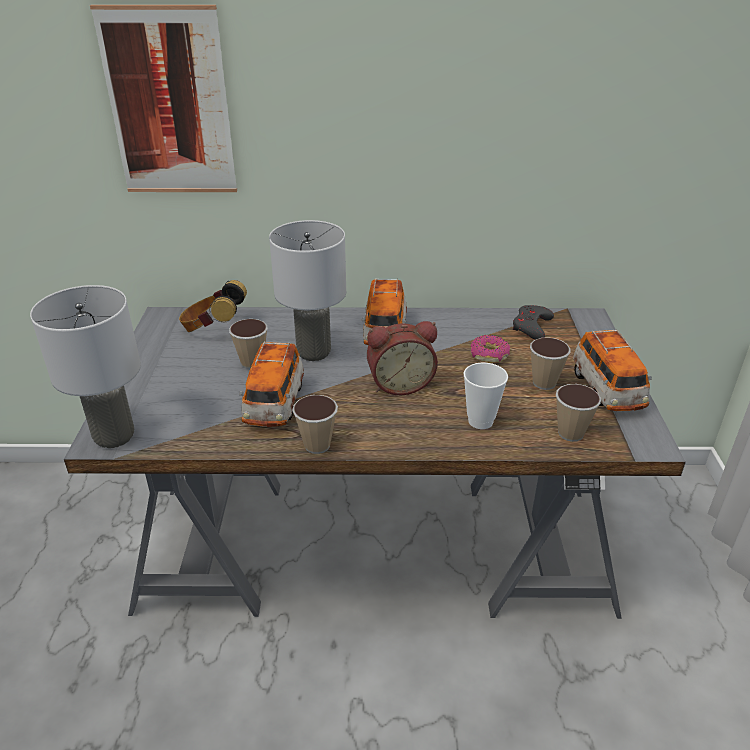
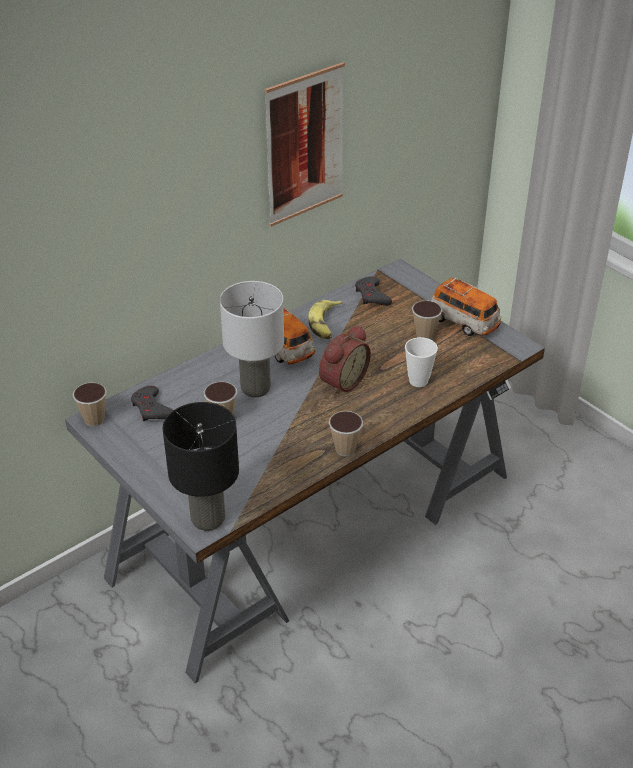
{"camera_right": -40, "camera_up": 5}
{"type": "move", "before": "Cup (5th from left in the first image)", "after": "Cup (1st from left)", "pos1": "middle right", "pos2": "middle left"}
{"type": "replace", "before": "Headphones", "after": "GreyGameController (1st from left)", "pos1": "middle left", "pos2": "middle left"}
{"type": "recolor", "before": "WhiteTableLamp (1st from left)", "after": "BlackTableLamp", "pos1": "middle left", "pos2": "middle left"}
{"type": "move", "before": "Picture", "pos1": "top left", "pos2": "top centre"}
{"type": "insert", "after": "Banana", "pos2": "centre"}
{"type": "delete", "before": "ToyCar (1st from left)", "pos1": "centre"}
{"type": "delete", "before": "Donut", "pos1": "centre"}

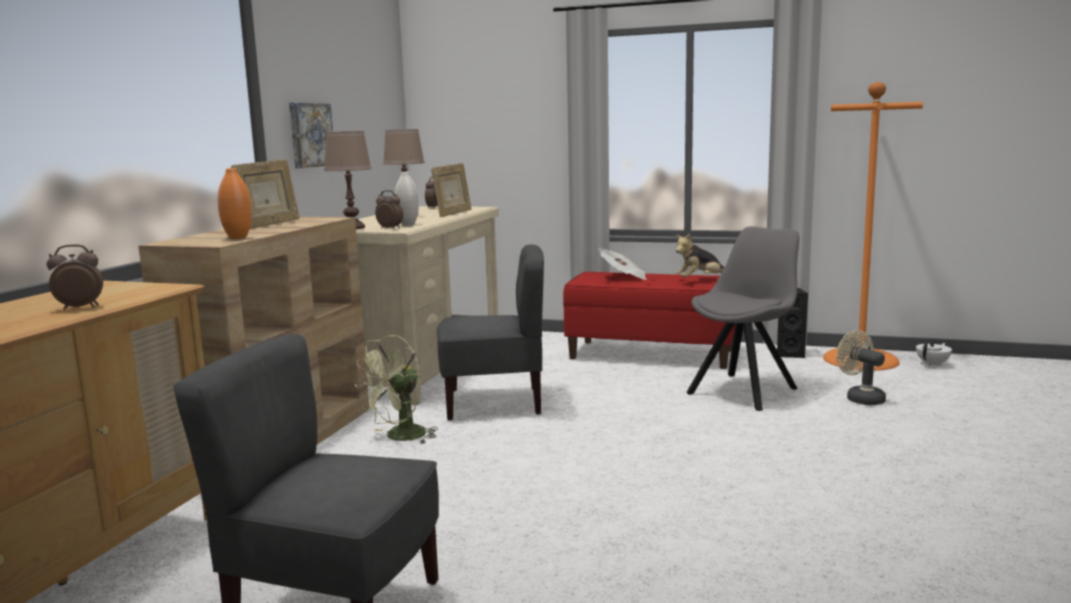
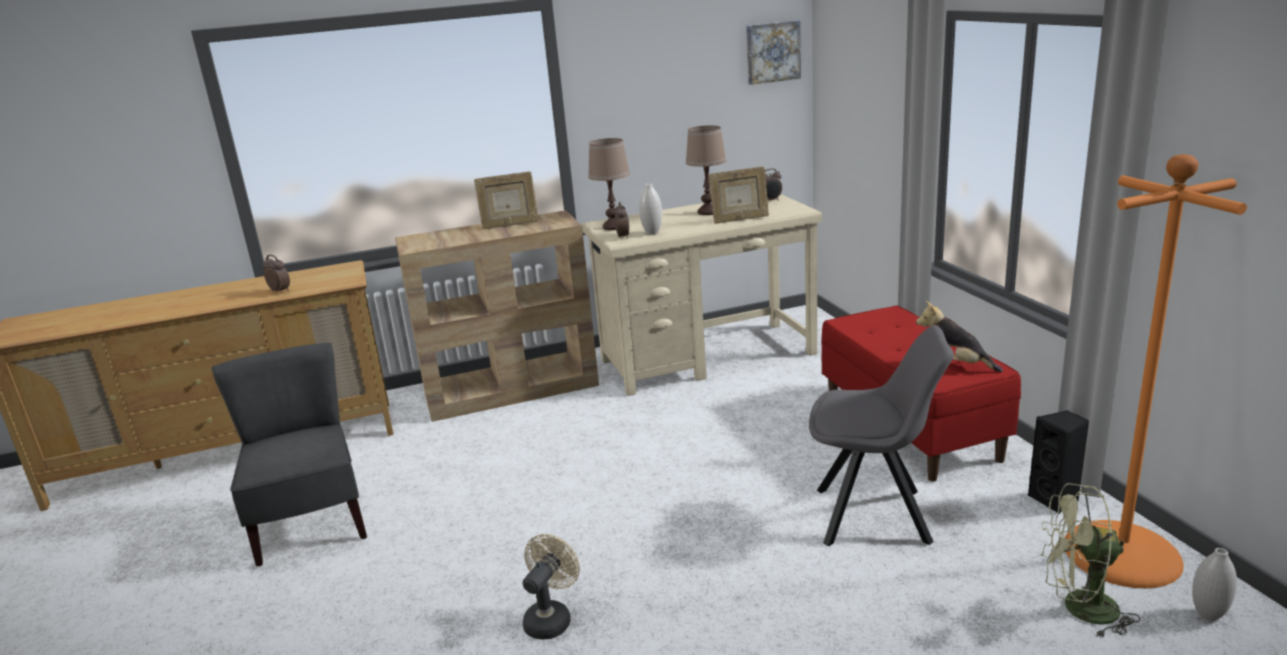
{"camera_right": 55, "camera_up": 10}
{"type": "move", "before": "BeigeFan", "pos1": "middle right", "pos2": "bottom centre"}
{"type": "move", "before": "Picture", "pos1": "top left", "pos2": "top centre"}
{"type": "move", "before": "GreenFan", "pos1": "centre", "pos2": "bottom right"}
{"type": "replace", "before": "WhiteTeapot", "after": "WhiteVase (2nd from left)", "pos1": "middle right", "pos2": "bottom right"}
{"type": "delete", "before": "OrangeVase", "pos1": "middle left"}
{"type": "delete", "before": "GreyChair (2nd from left)", "pos1": "centre"}
{"type": "delete", "before": "Newspaper", "pos1": "centre"}

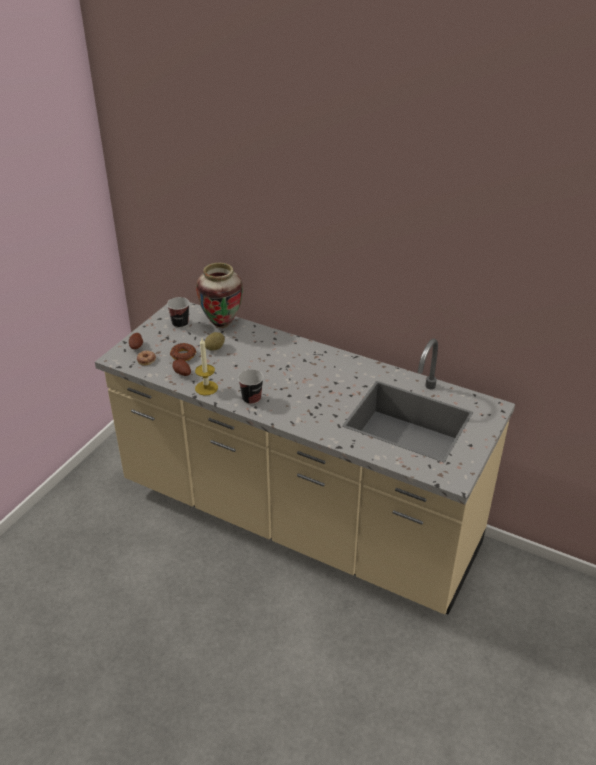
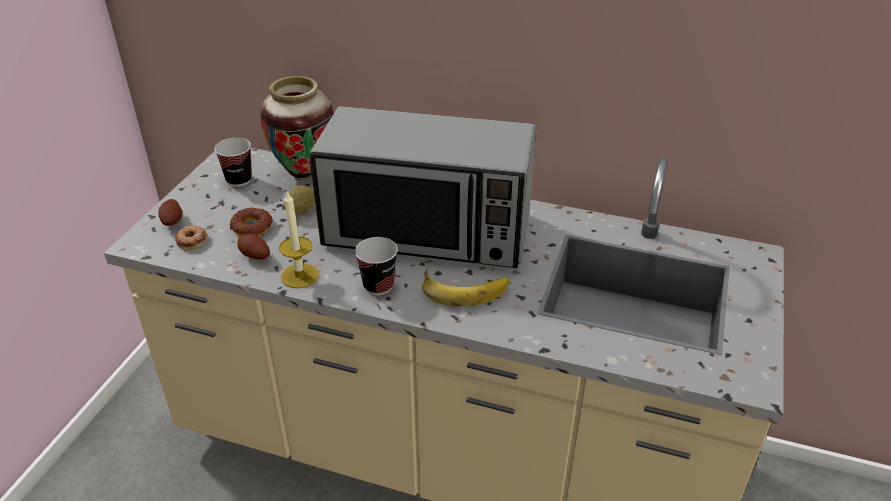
{"camera_right": -10, "camera_up": 0}
{"type": "insert", "after": "Microwave", "pos2": "centre"}
{"type": "insert", "after": "Banana", "pos2": "centre"}

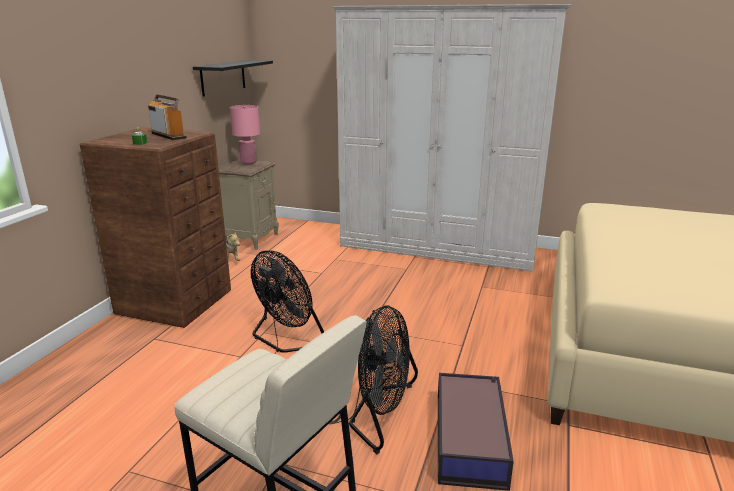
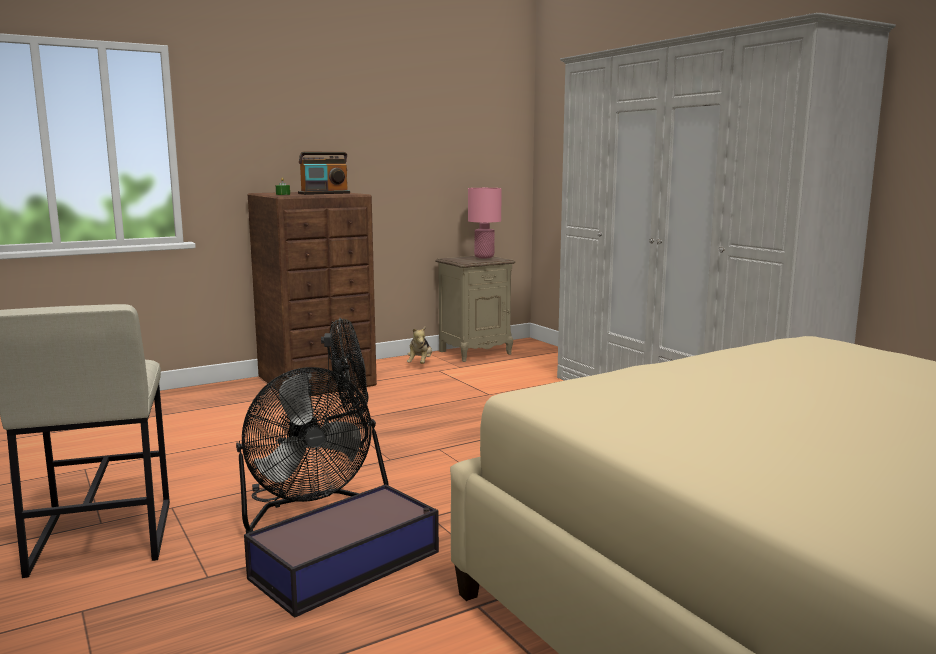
{"camera_right": 40, "camera_up": -10}
{"type": "rotate", "before": "Radio", "pos1": "top left", "pos2": "top centre", "turn": 60}
{"type": "delete", "before": "BlackShelf", "pos1": "top left"}

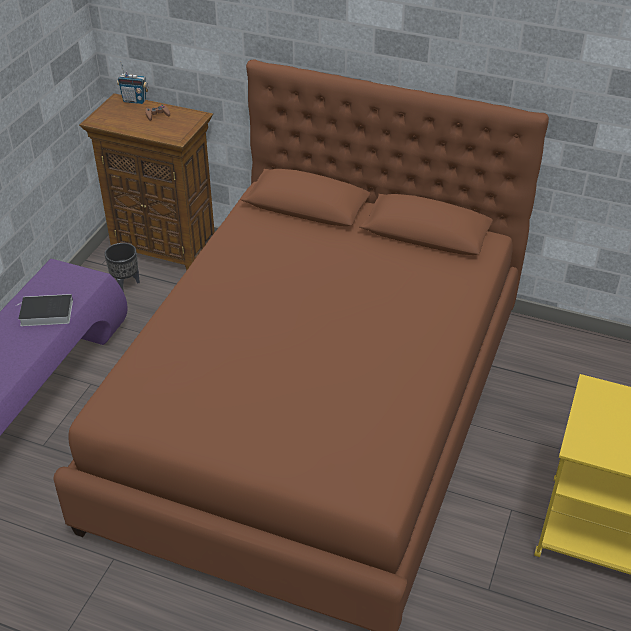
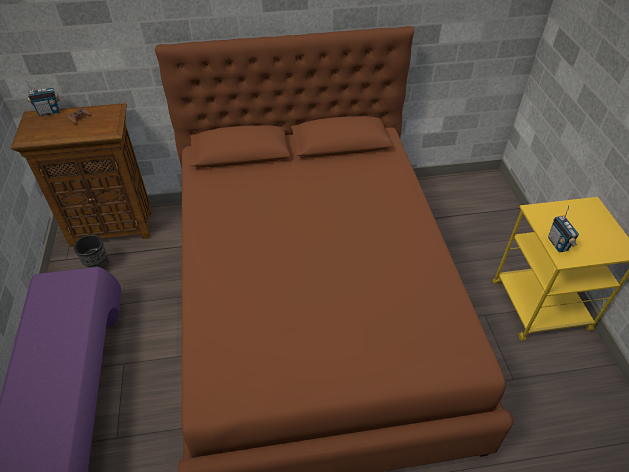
{"camera_right": -30, "camera_up": 5}
{"type": "insert", "after": "Radio (2nd from left)", "pos2": "middle right"}
{"type": "delete", "before": "Book", "pos1": "middle left"}

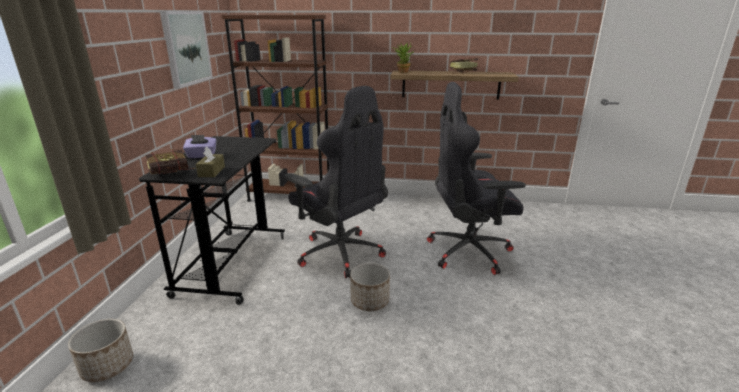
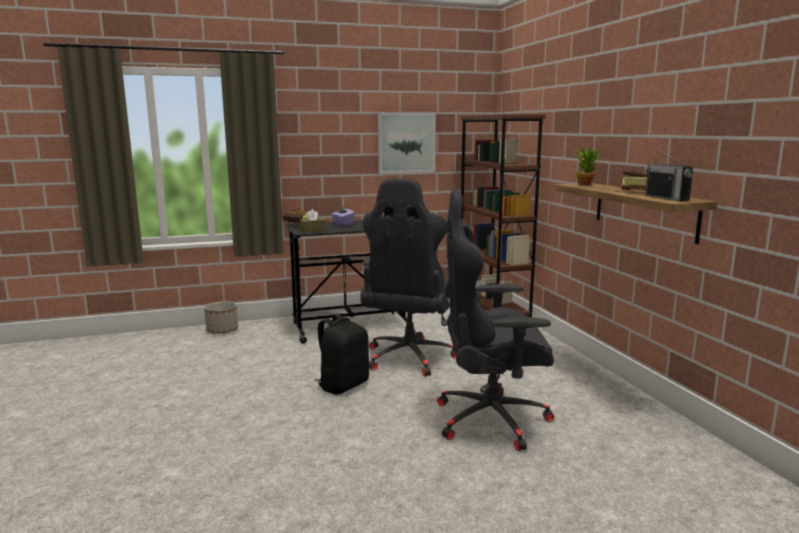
{"camera_right": 65, "camera_up": -10}
{"type": "replace", "before": "Planter (2nd from left)", "after": "BlackBackpack", "pos1": "bottom centre", "pos2": "centre"}
{"type": "rotate", "before": "BlackOfficeChair (2nd from left)", "pos1": "centre", "pos2": "centre", "turn": -60}
{"type": "insert", "after": "Radio", "pos2": "top right"}

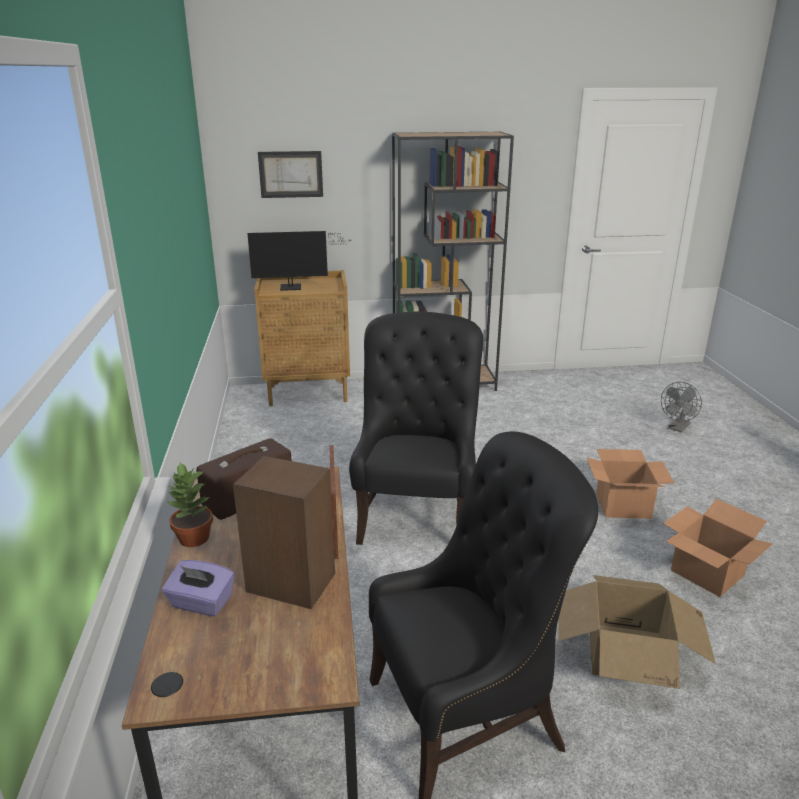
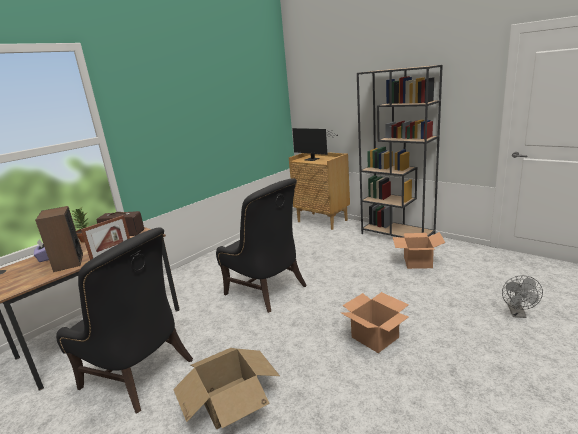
{"camera_right": 50, "camera_up": -5}
{"type": "rotate", "before": "BlackChair (1st from left in the first image)", "pos1": "centre", "pos2": "centre", "turn": 75}
{"type": "move", "before": "CardboardBox (3rd from left)", "pos1": "bottom right", "pos2": "middle right"}
{"type": "rotate", "before": "GreyFan", "pos1": "middle right", "pos2": "bottom right", "turn": -75}
{"type": "delete", "before": "Picture", "pos1": "top centre"}

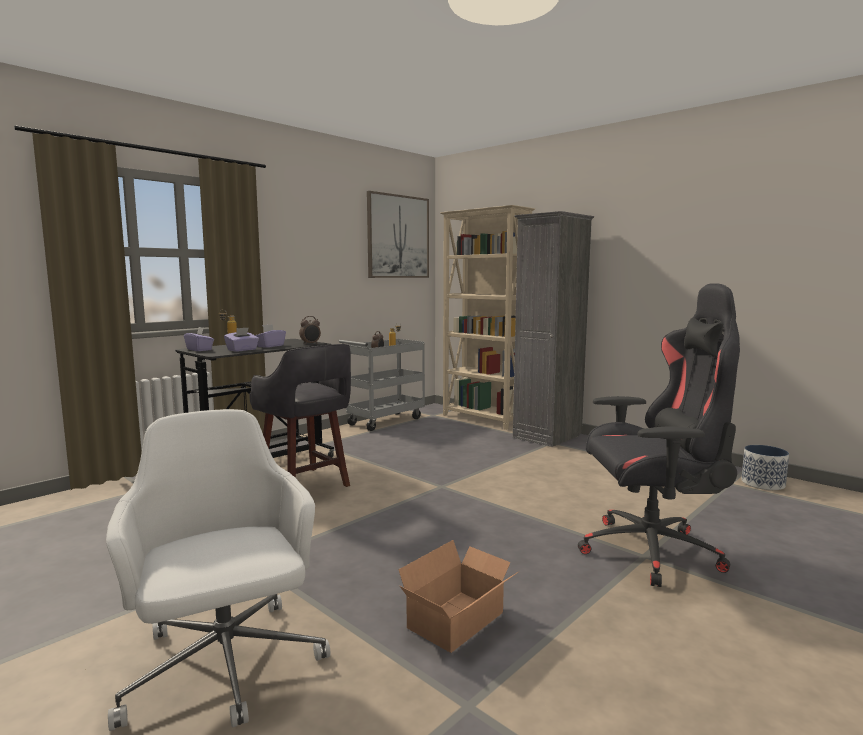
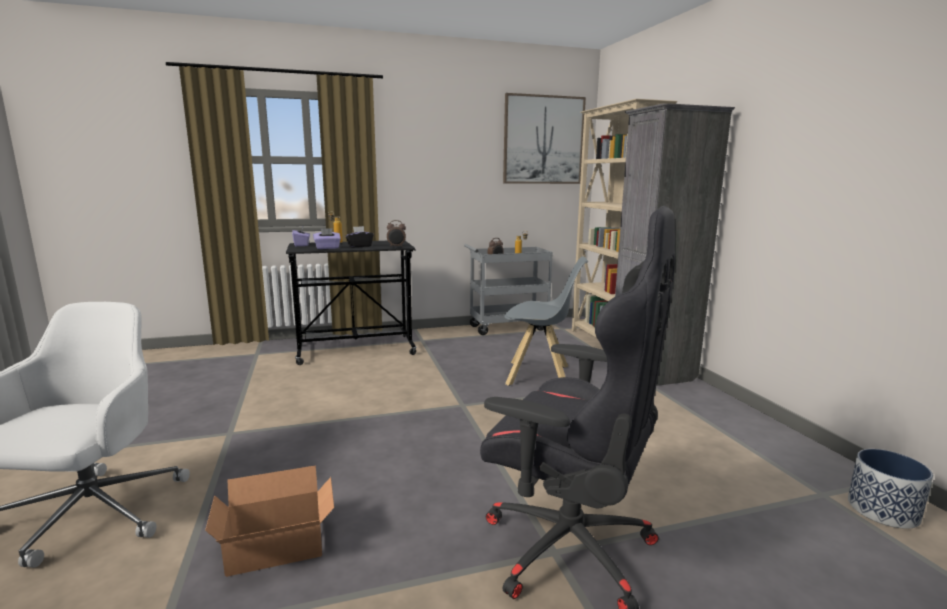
{"camera_right": 30, "camera_up": 5}
{"type": "recolor", "before": "PurpleTissueBox (3rd from left)", "after": "BlackTissueBox", "pos1": "middle left", "pos2": "centre"}
{"type": "insert", "after": "GreyChair", "pos2": "centre"}
{"type": "delete", "before": "GreyStool", "pos1": "centre"}

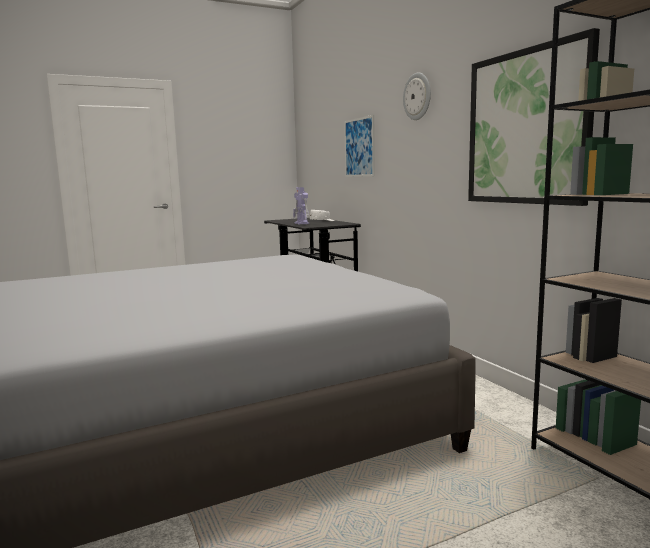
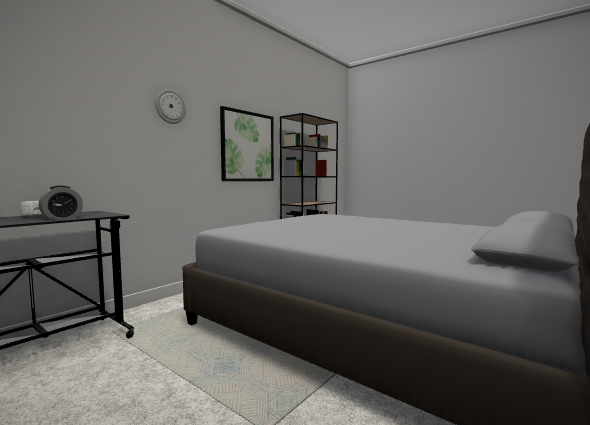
{"camera_right": -115, "camera_up": -5}
{"type": "replace", "before": "ToyRobot", "after": "AlarmClock", "pos1": "centre", "pos2": "middle left"}
{"type": "delete", "before": "Picture (1st from left)", "pos1": "top centre"}

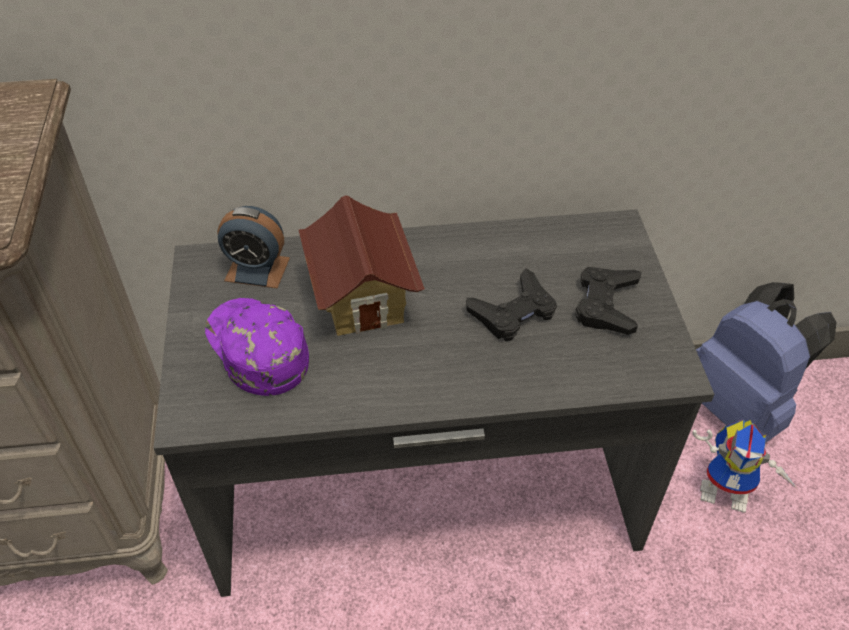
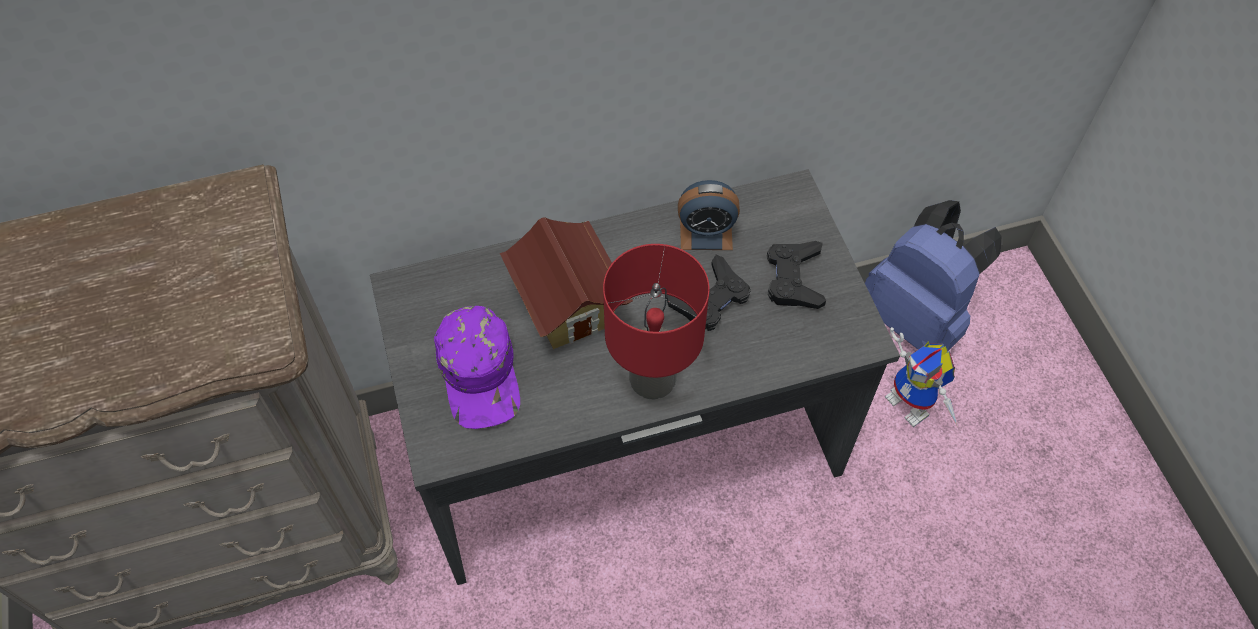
{"camera_right": -10, "camera_up": 10}
{"type": "rotate", "before": "PurpleCap", "pos1": "middle left", "pos2": "centre", "turn": -150}
{"type": "insert", "after": "RedTableLamp", "pos2": "centre"}
{"type": "move", "before": "AlarmClock", "pos1": "middle left", "pos2": "centre"}
{"type": "rotate", "before": "ToyRobot", "pos1": "bottom right", "pos2": "middle right", "turn": 45}

